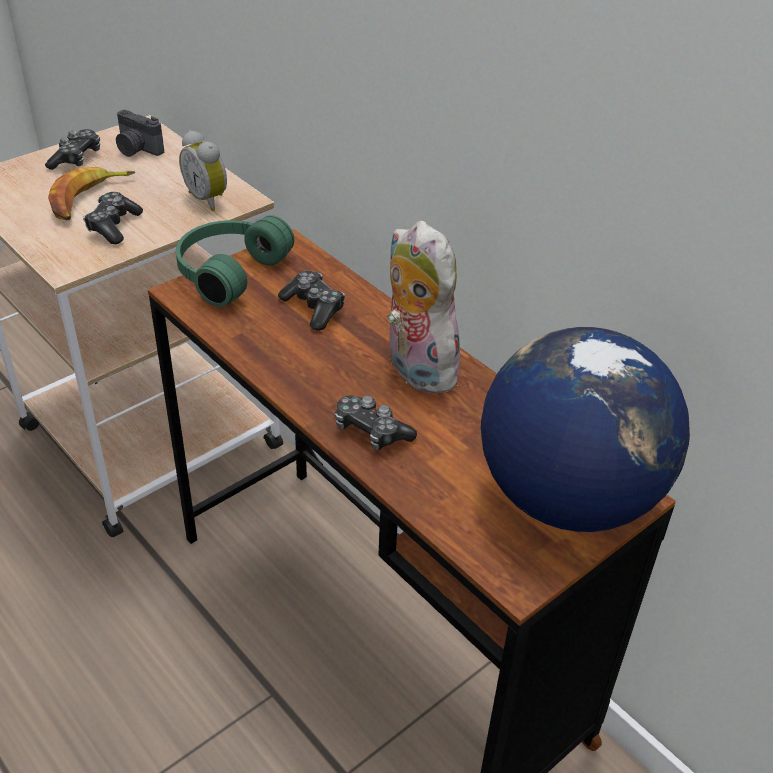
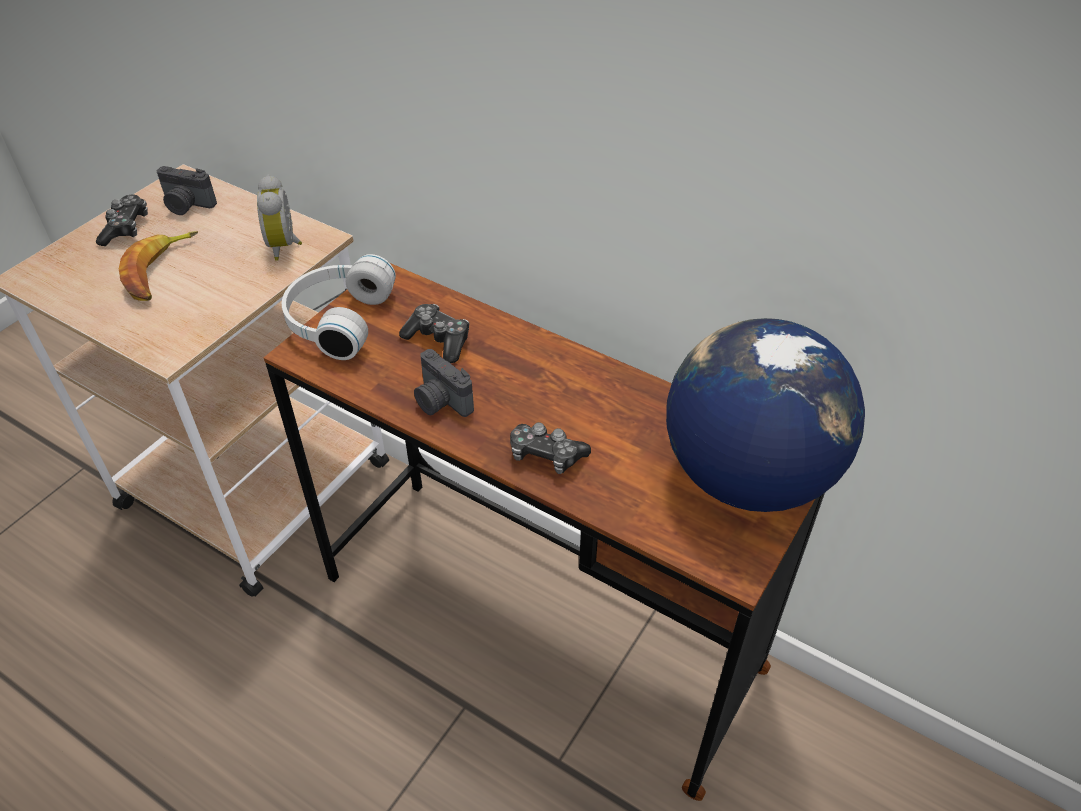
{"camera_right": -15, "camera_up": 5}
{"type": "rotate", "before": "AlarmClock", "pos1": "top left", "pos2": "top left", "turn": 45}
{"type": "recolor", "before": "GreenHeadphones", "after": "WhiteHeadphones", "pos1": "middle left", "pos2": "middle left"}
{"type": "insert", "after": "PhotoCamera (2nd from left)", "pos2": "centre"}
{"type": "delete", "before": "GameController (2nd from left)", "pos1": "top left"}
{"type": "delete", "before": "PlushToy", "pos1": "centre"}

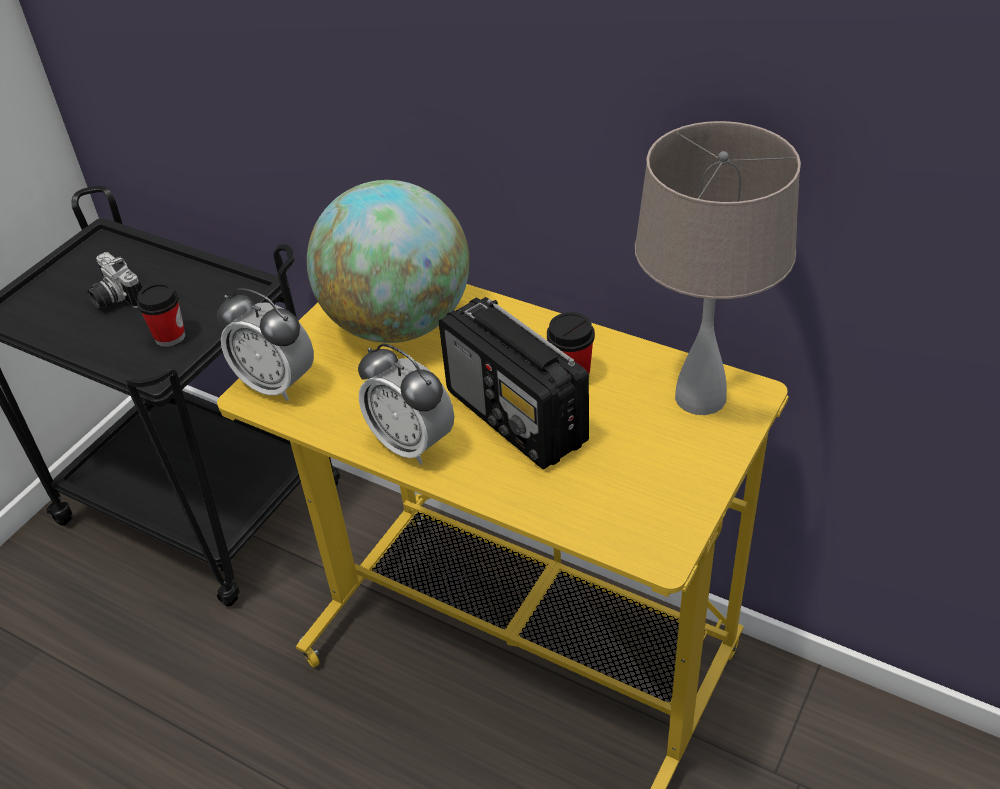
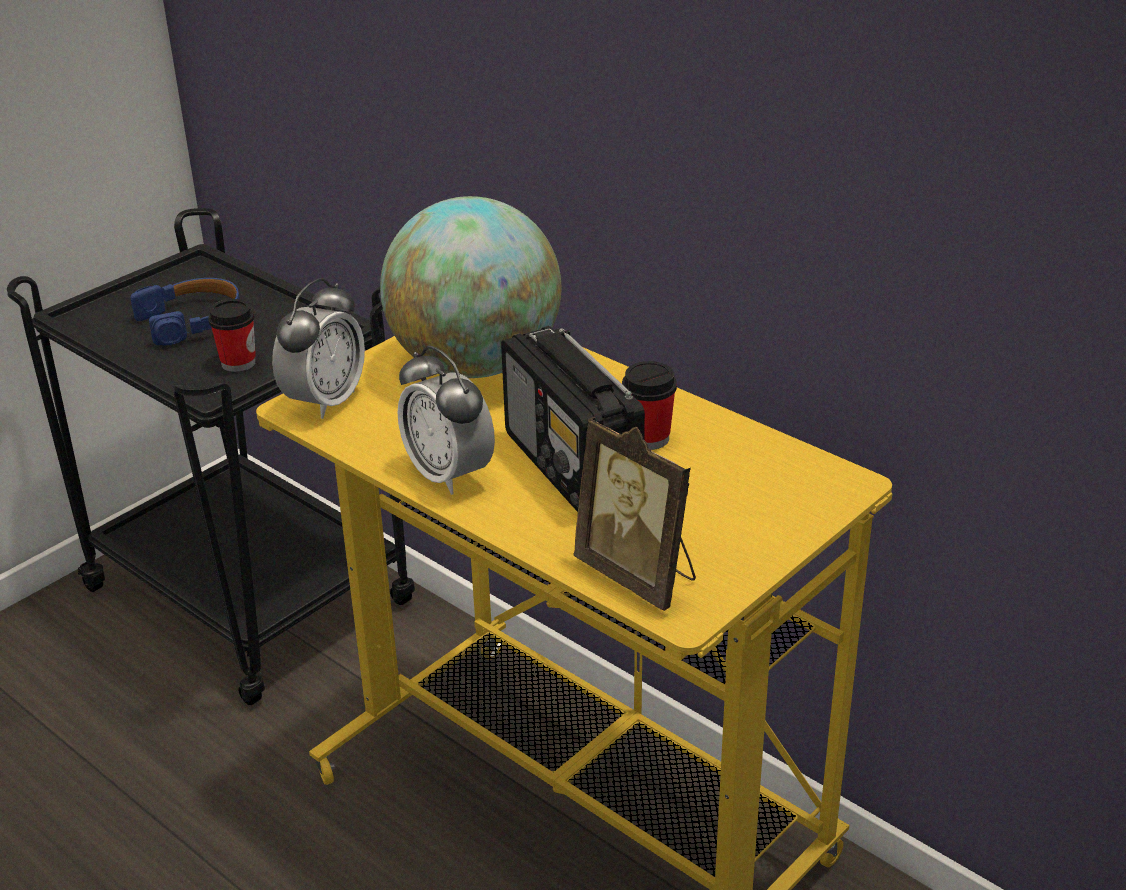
{"camera_right": 10, "camera_up": -10}
{"type": "replace", "before": "PhotoCamera", "after": "BlueHeadphones", "pos1": "middle left", "pos2": "middle left"}
{"type": "rotate", "before": "AlarmClock (1st from left)", "pos1": "middle left", "pos2": "middle left", "turn": -105}
{"type": "insert", "after": "PictureFrame", "pos2": "centre"}
{"type": "delete", "before": "BeigeTableLamp", "pos1": "middle right"}

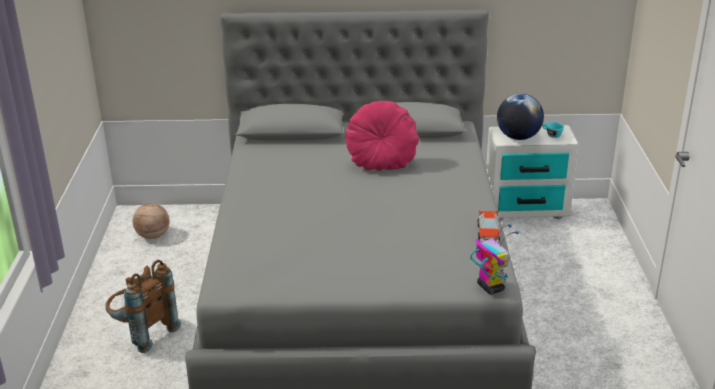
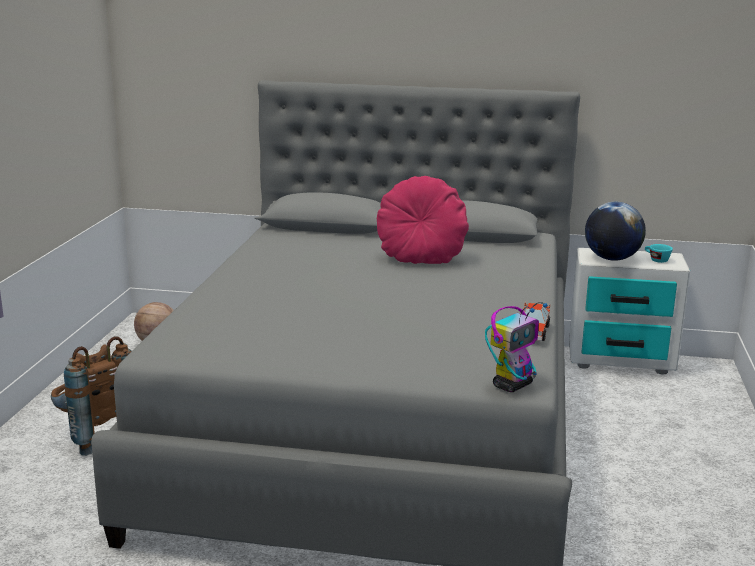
{"camera_right": 10, "camera_up": -10}
{"type": "rotate", "before": "ToyRobot", "pos1": "middle right", "pos2": "middle right", "turn": 60}

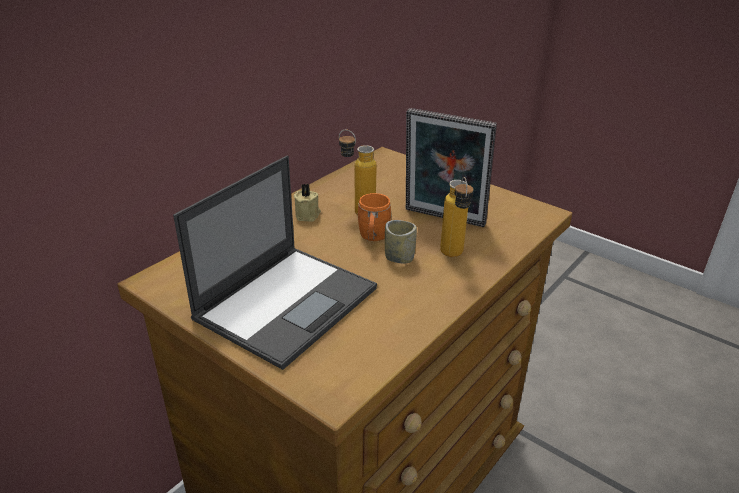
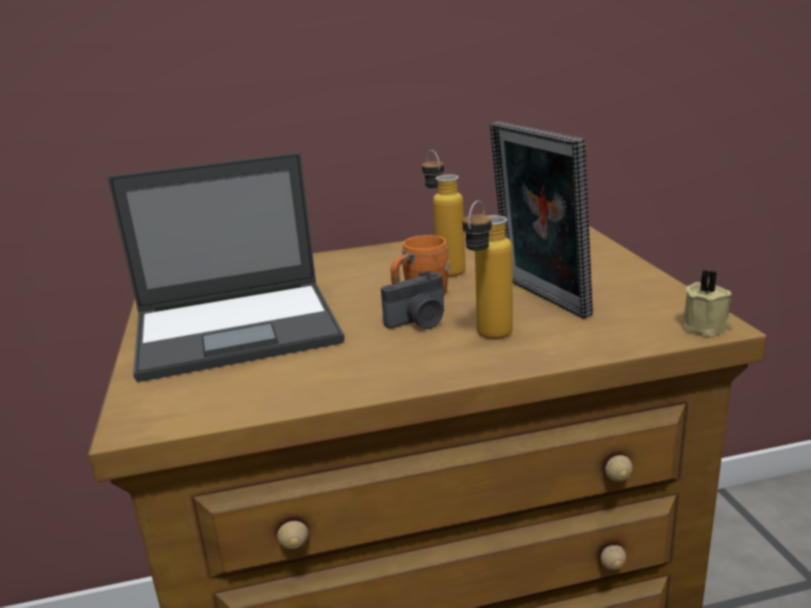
{"camera_right": 40, "camera_up": -10}
{"type": "replace", "before": "Cup", "after": "PhotoCamera", "pos1": "centre", "pos2": "centre"}
{"type": "move", "before": "BeigeCandle", "pos1": "centre", "pos2": "middle right"}

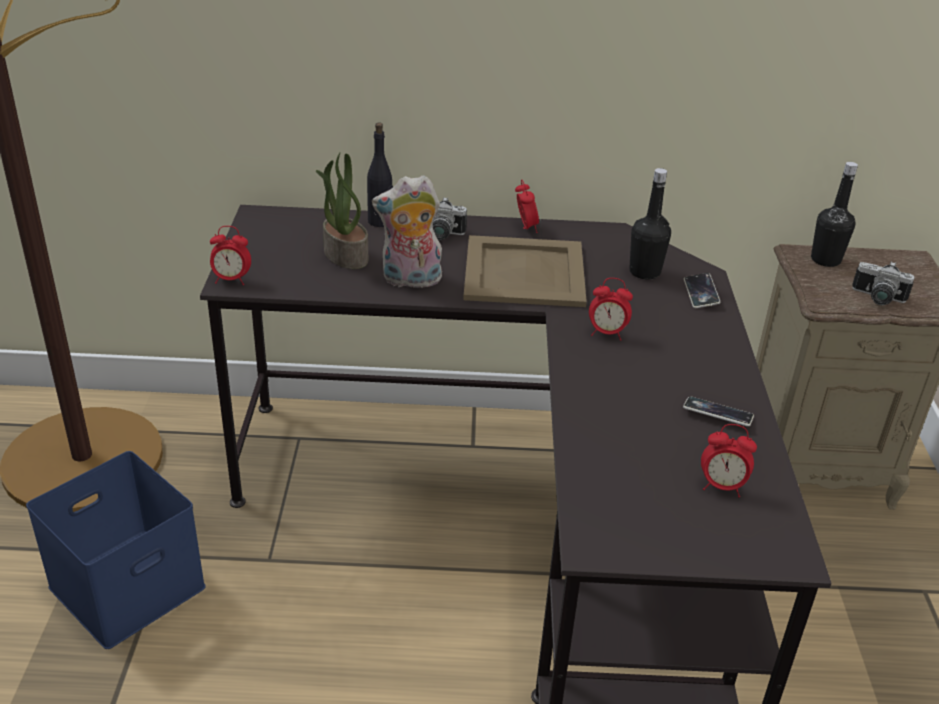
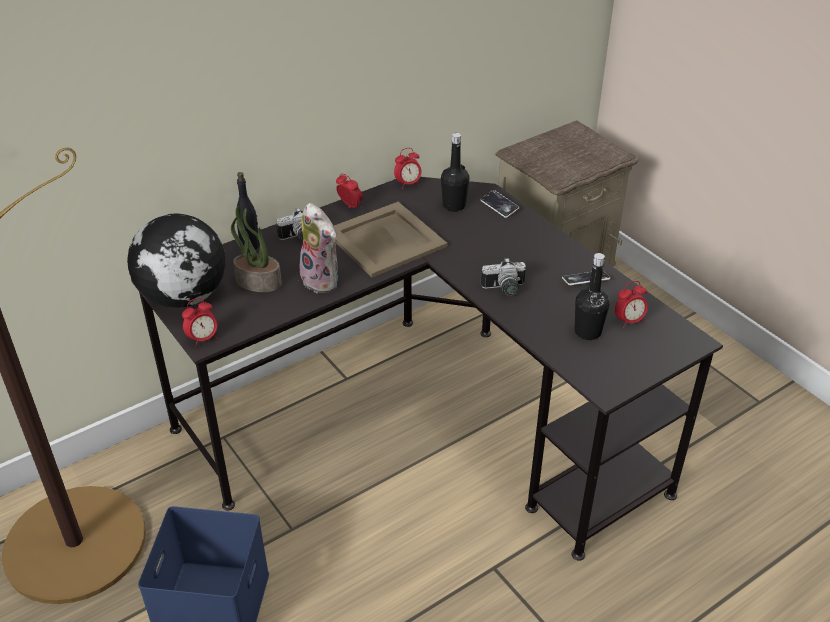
{"camera_right": -35, "camera_up": 5}
{"type": "insert", "after": "Globe", "pos2": "middle left"}
{"type": "rotate", "before": "PlushToy", "pos1": "top centre", "pos2": "centre", "turn": -90}
{"type": "move", "before": "AlarmClock (3rd from left)", "pos1": "centre", "pos2": "top centre"}
{"type": "move", "before": "PhotoCamera (2nd from left)", "pos1": "middle right", "pos2": "centre"}
{"type": "move", "before": "BlackBottle (3rd from left)", "pos1": "top right", "pos2": "middle right"}

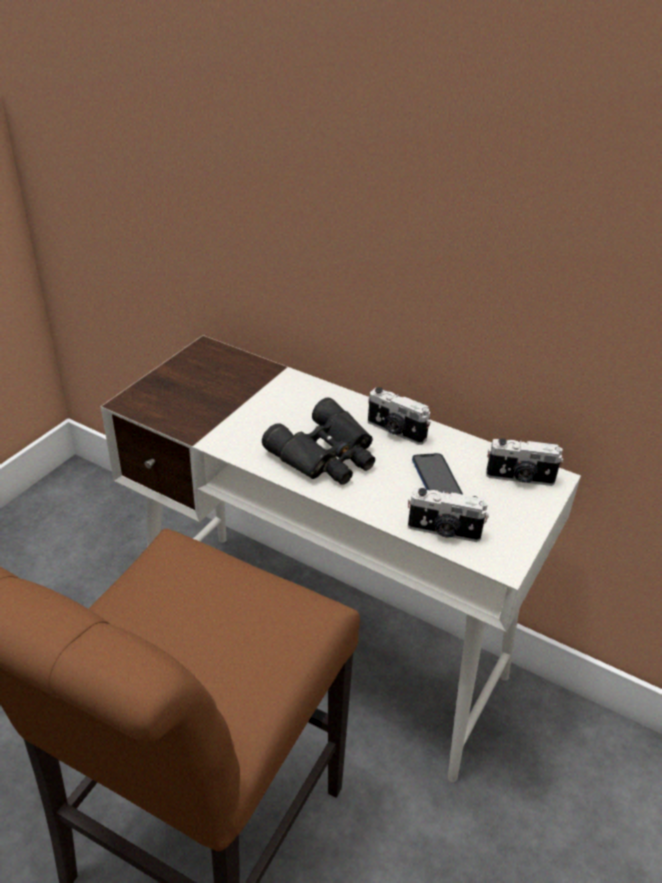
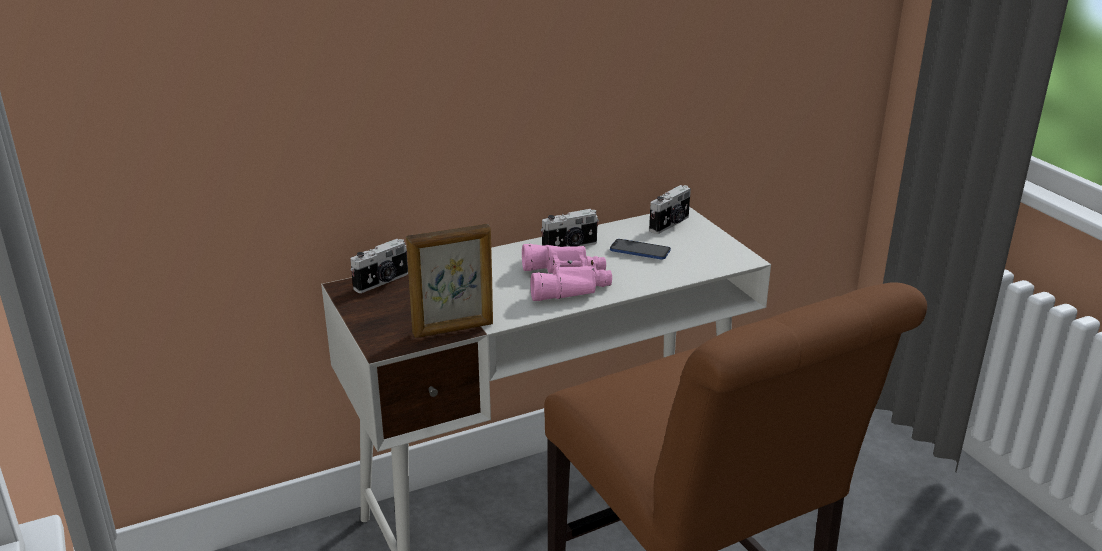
{"camera_right": -55, "camera_up": -10}
{"type": "move", "before": "PhotoCamera (2nd from left in the first image)", "after": "PhotoCamera (1st from left)", "pos1": "middle right", "pos2": "centre"}
{"type": "insert", "after": "PictureFrame", "pos2": "centre"}
{"type": "recolor", "before": "BlackBinoculars", "after": "PinkBinoculars", "pos1": "centre", "pos2": "centre"}

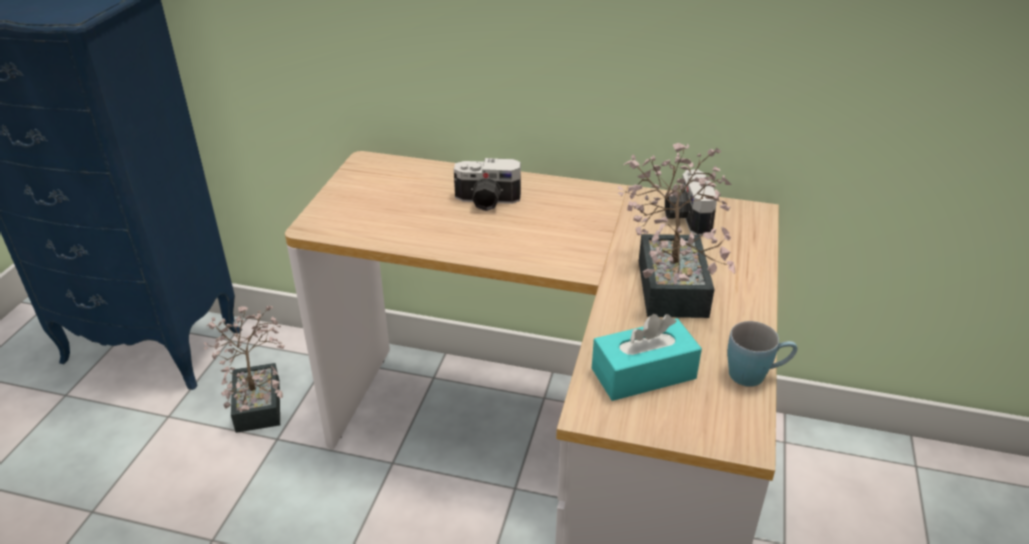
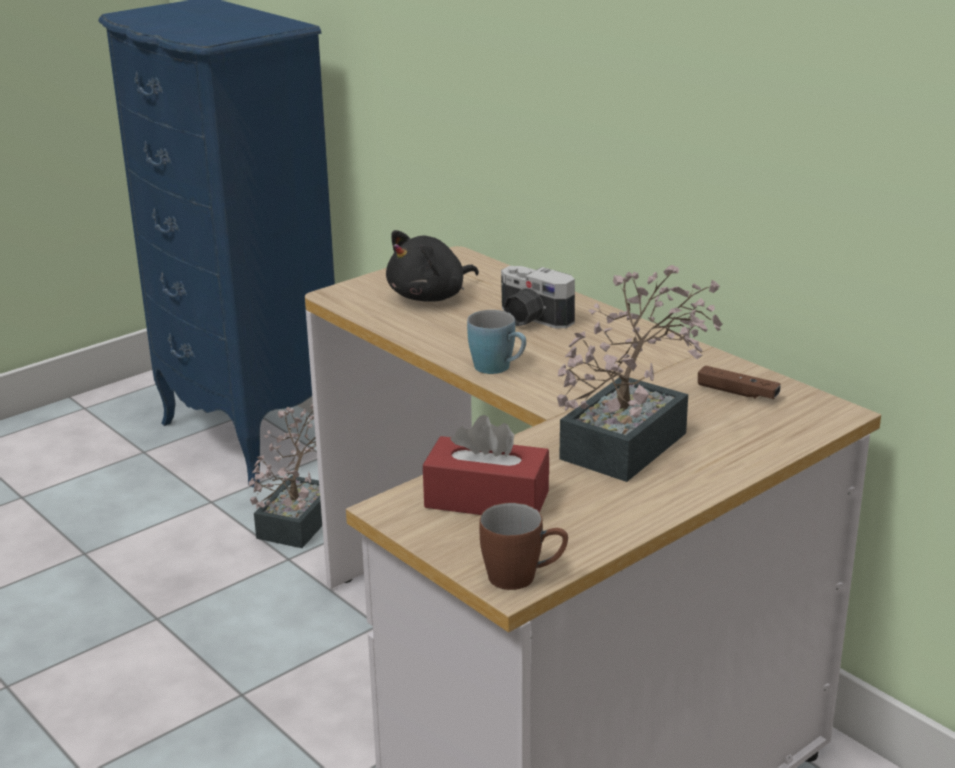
{"camera_right": 35, "camera_up": -10}
{"type": "insert", "after": "BlackPlushToy", "pos2": "centre"}
{"type": "recolor", "before": "TurquoiseTissueBox", "after": "RedTissueBox", "pos1": "centre", "pos2": "centre"}
{"type": "move", "before": "BlueMug", "pos1": "middle right", "pos2": "centre"}
{"type": "insert", "after": "BrownMug", "pos2": "bottom centre"}
{"type": "replace", "before": "PhotoCamera (2nd from left)", "after": "BrownGameController", "pos1": "middle right", "pos2": "middle right"}

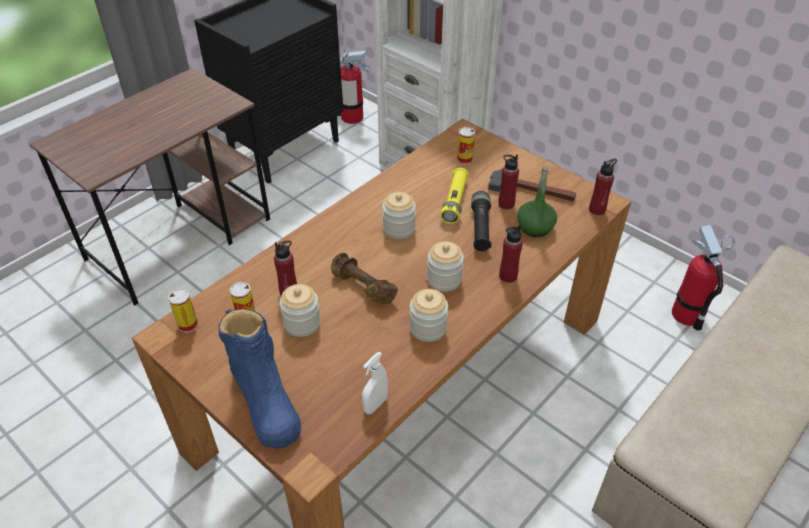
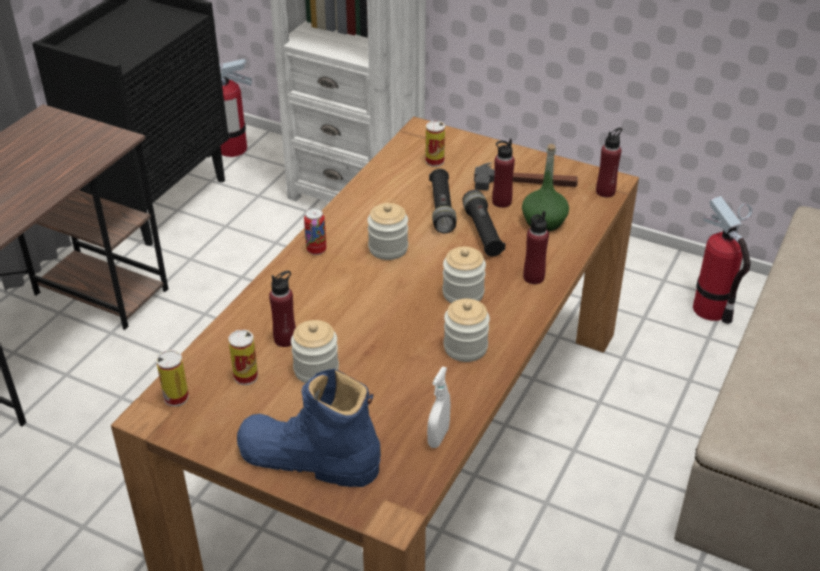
{"camera_right": -15, "camera_up": -5}
{"type": "rotate", "before": "BlueBoot", "pos1": "bottom left", "pos2": "bottom centre", "turn": 150}
{"type": "insert", "after": "Can (3rd from left)", "pos2": "centre"}
{"type": "recolor", "before": "YellowFlashlight", "after": "BlackFlashlight (1st from left)", "pos1": "centre", "pos2": "centre"}
{"type": "delete", "before": "BrownDumbbell", "pos1": "centre"}

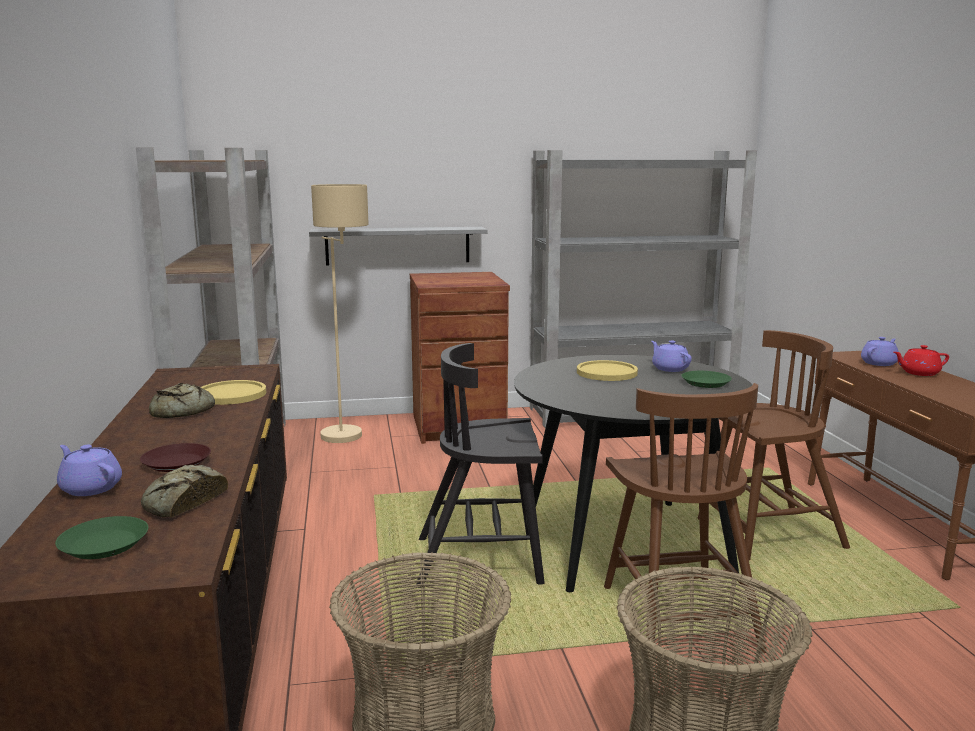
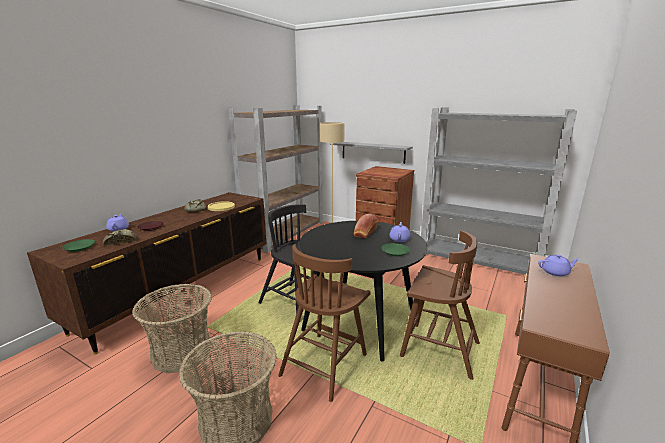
{"camera_right": 40, "camera_up": 5}
{"type": "replace", "before": "YellowPlate (2nd from left)", "after": "Bread (3rd from left)", "pos1": "centre", "pos2": "centre"}
{"type": "delete", "before": "RedTeapot", "pos1": "middle right"}

